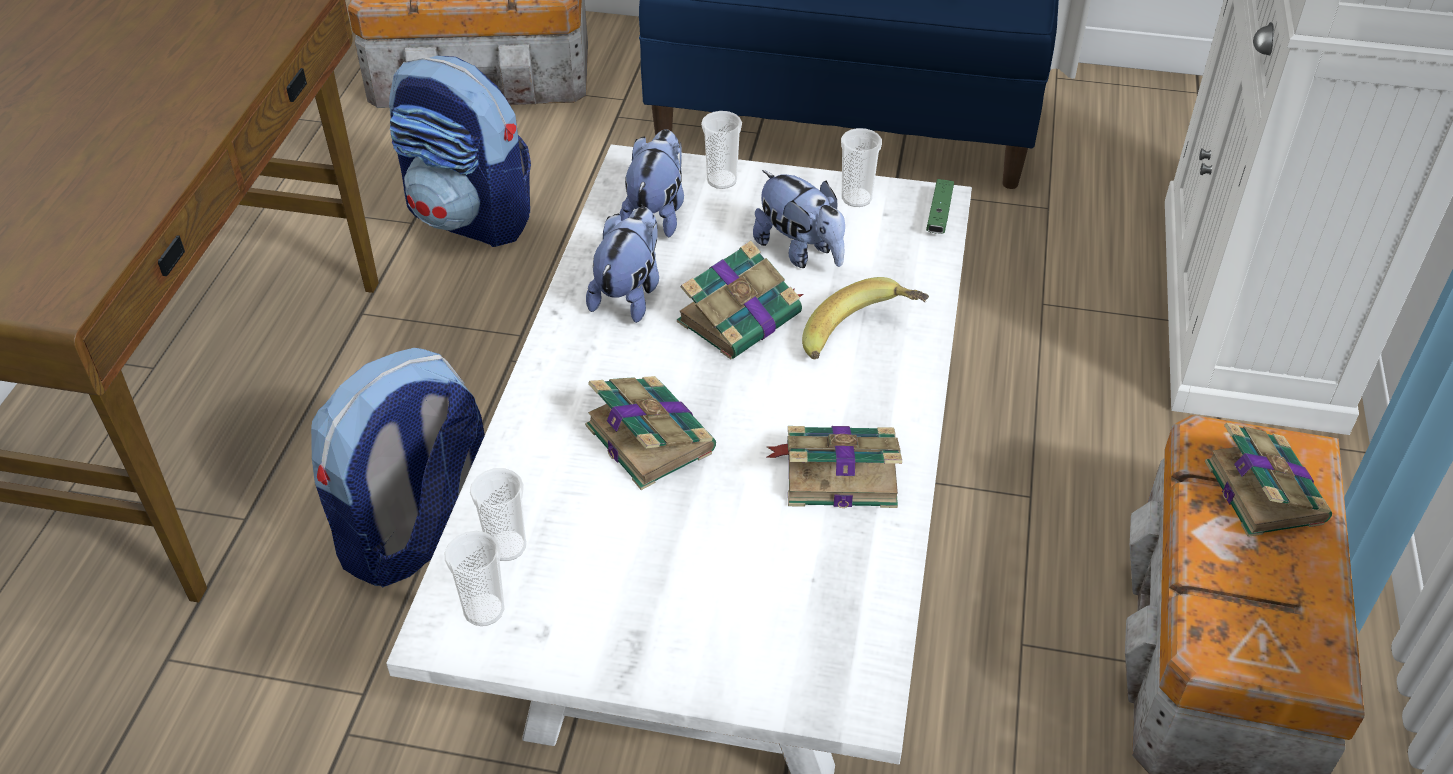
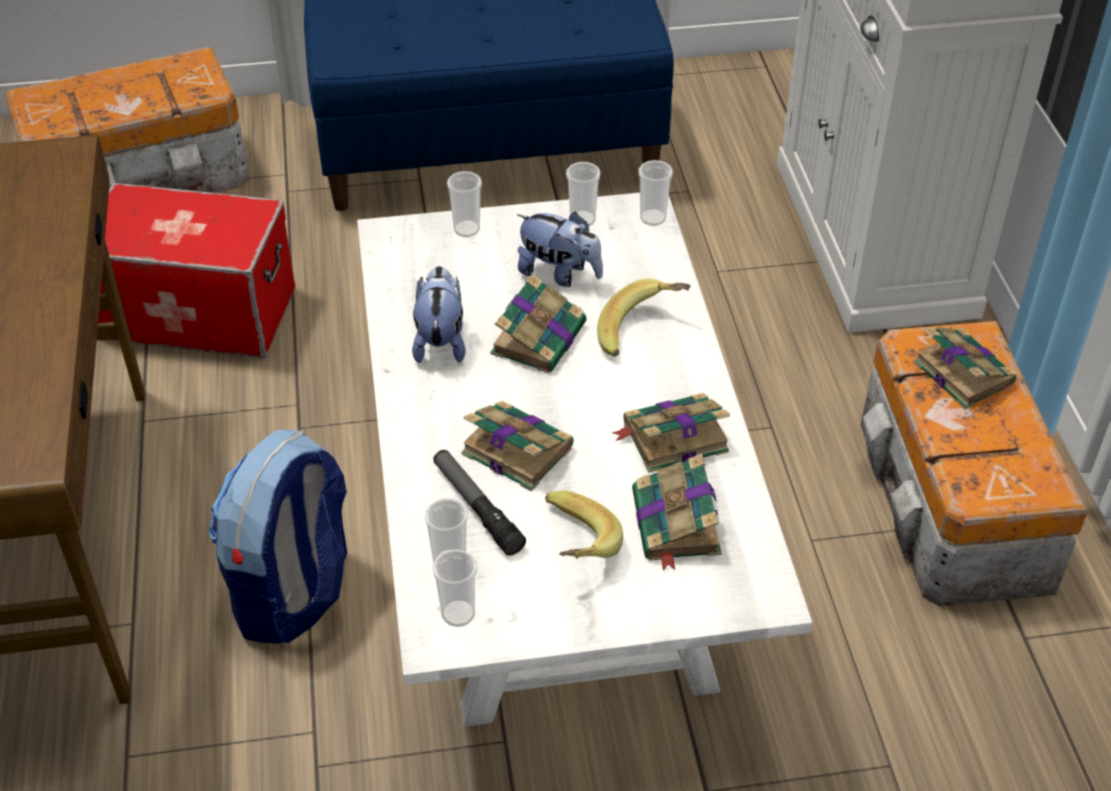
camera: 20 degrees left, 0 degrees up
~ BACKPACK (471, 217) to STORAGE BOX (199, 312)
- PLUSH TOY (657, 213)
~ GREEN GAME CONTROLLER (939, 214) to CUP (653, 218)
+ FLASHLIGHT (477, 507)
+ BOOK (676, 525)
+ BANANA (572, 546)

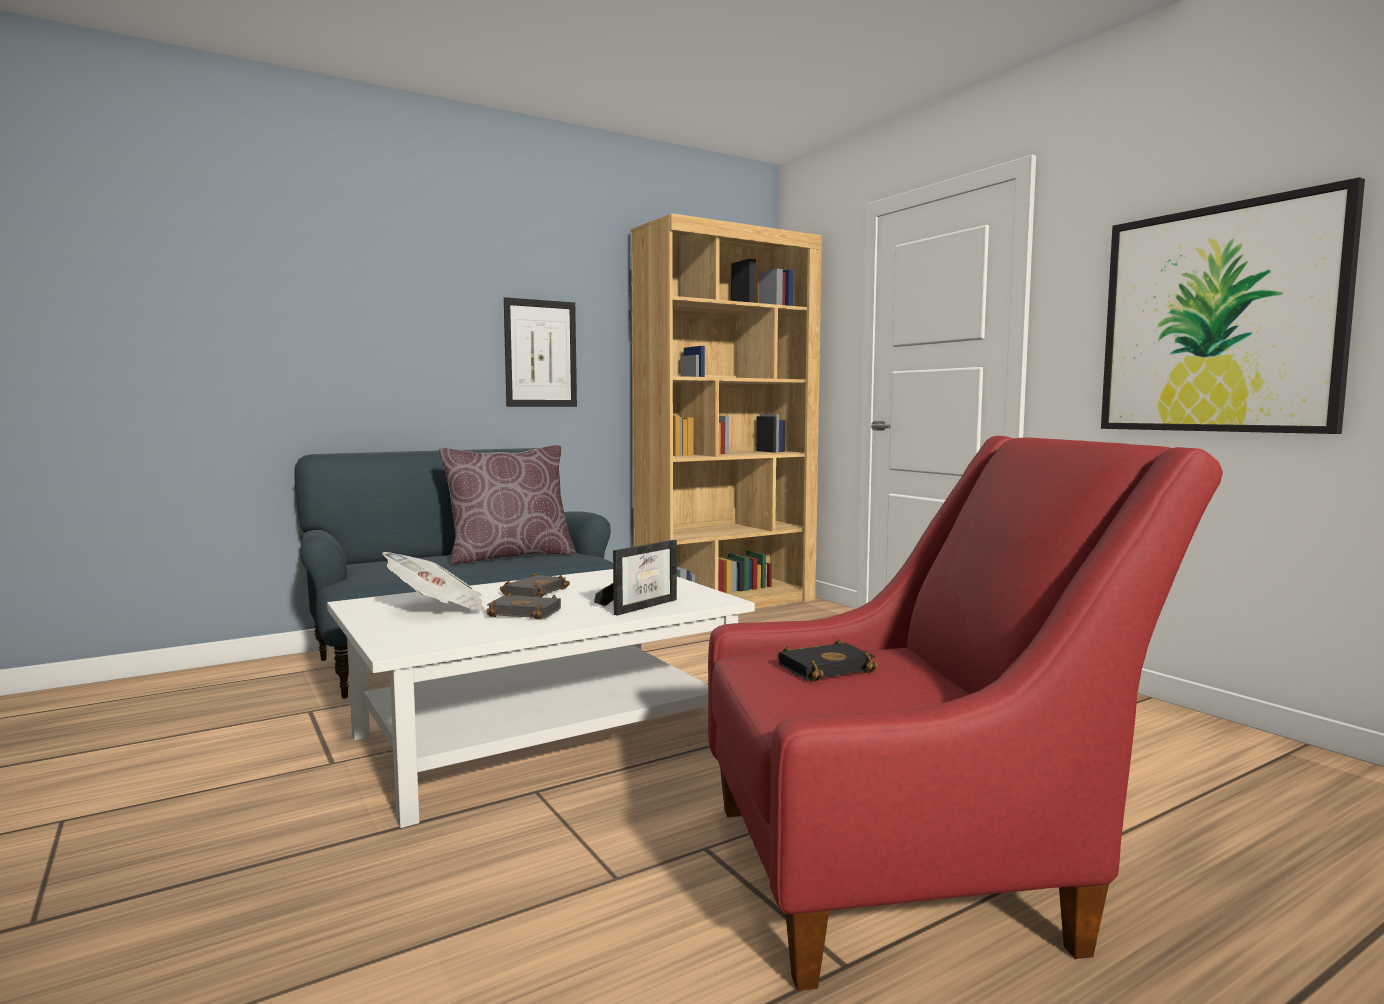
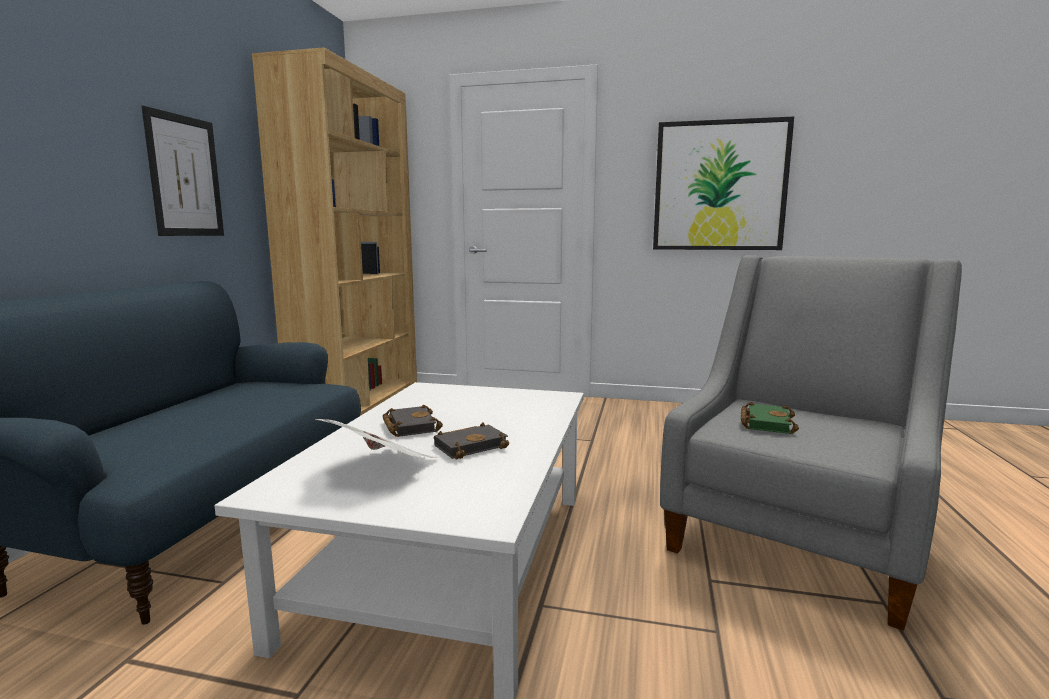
camera: 45 degrees left, 5 degrees up
~ RED ARMCHAIR (911, 870) to GREY ARMCHAIR (796, 535)
- BROWN PILLOW (510, 556)
- PICTURE FRAME (641, 605)
~ BLACK BOOK (826, 667) to GREEN BOOK (765, 423)

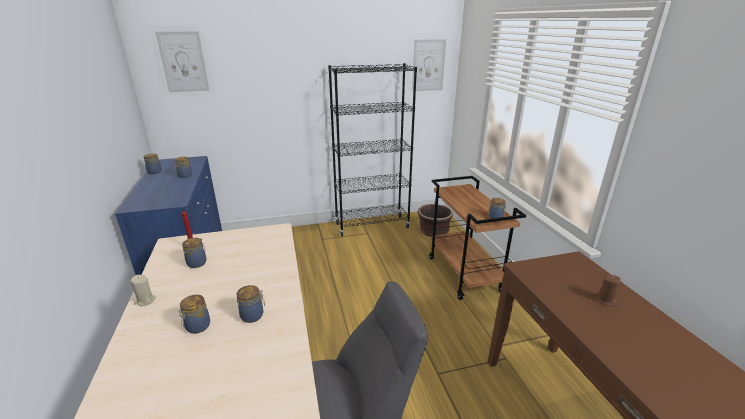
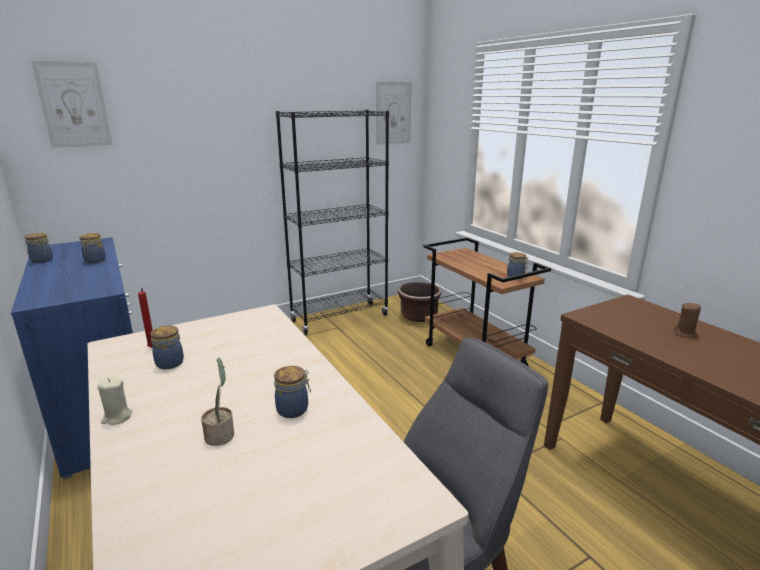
camera: 15 degrees left, 5 degrees down
~ JAR (197, 327) to POTTED PLANT (220, 435)

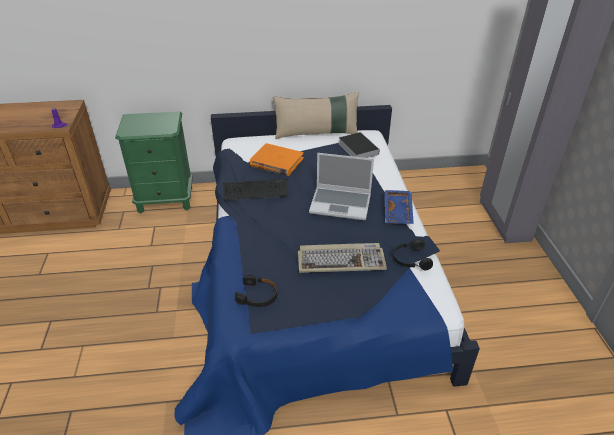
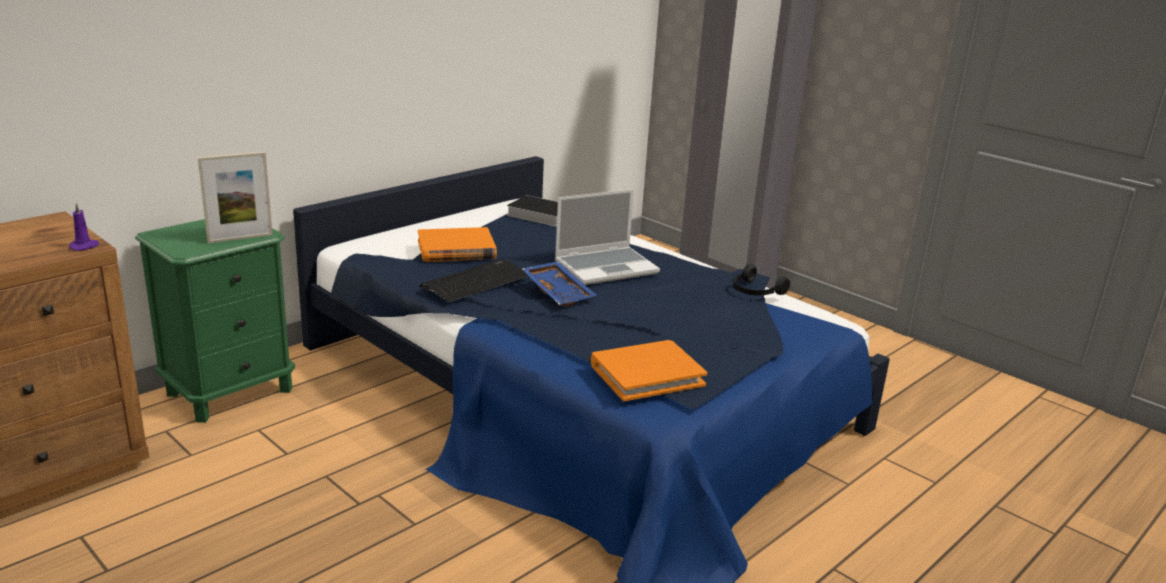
camera: 40 degrees left, 15 degrees down
- BEIGE PILLOW (316, 133)
~ BLUE TRAY (398, 212) to (559, 292)
- KEYBOARD (341, 260)
~ BLACK HEADPHONES (258, 295) to ORANGE BOOK (647, 375)
+ PICTURE FRAME (240, 238)

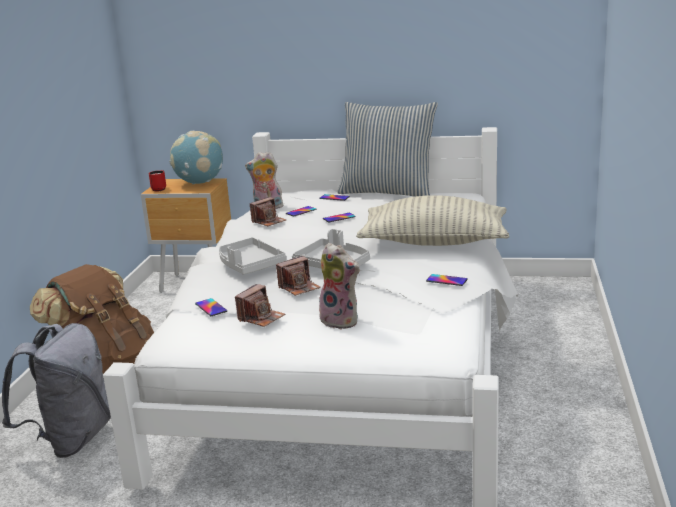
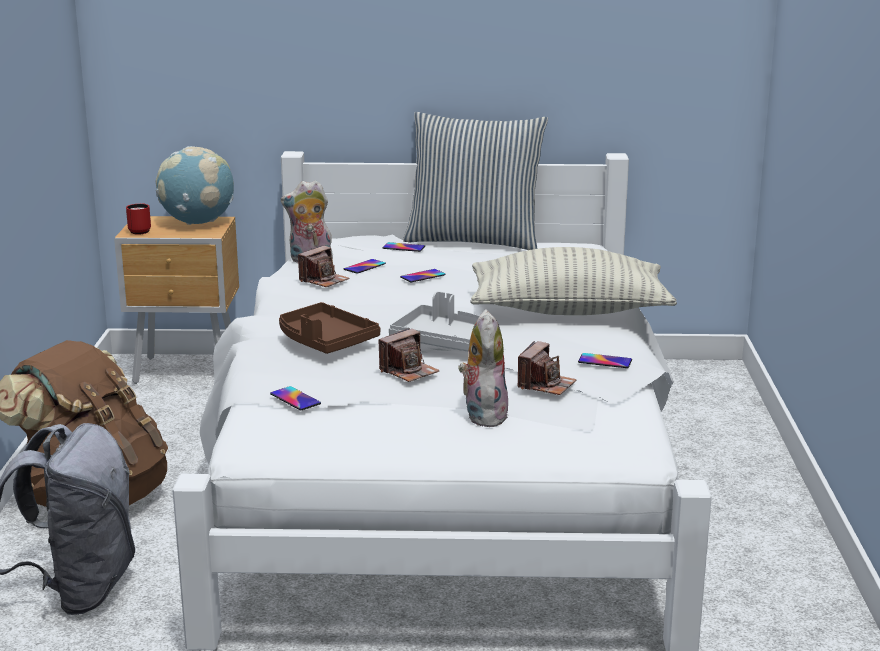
camera: 10 degrees left, 0 degrees up
~ GREY TRAY (249, 265) to BROWN TRAY (325, 341)
~ PLUSH TOY (342, 321) = (482, 414) 120 degrees counterclockwise
~ PHOTO CAMERA (261, 318) to (546, 385)

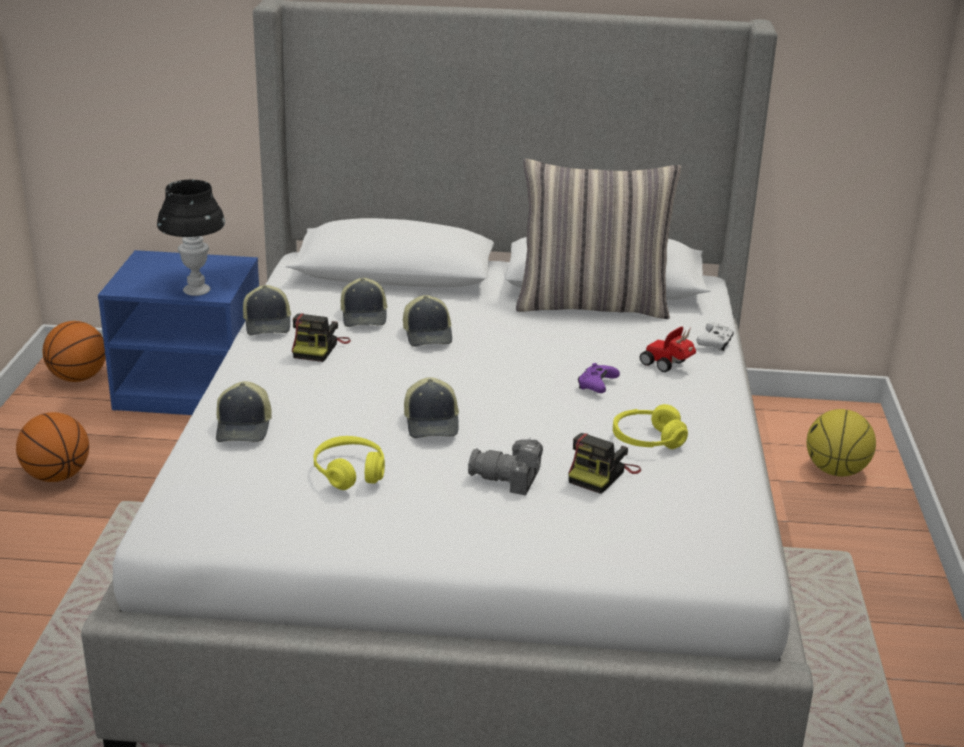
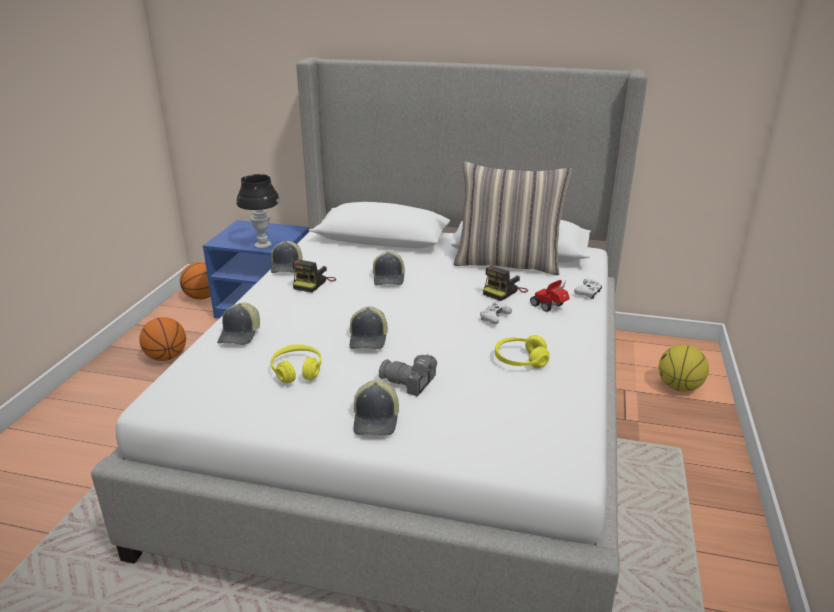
camera: 10 degrees right, 0 degrees up
~ CAP (365, 316) to (377, 419)
~ PURPLE GAME CONTROLLER (596, 385) to WHITE GAME CONTROLLER (494, 318)
~ PHOTO CAMERA (602, 474) to (504, 292)

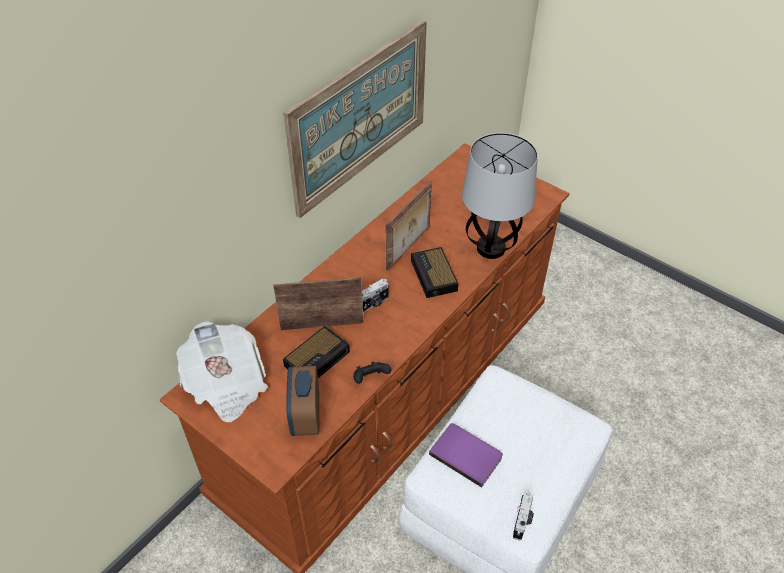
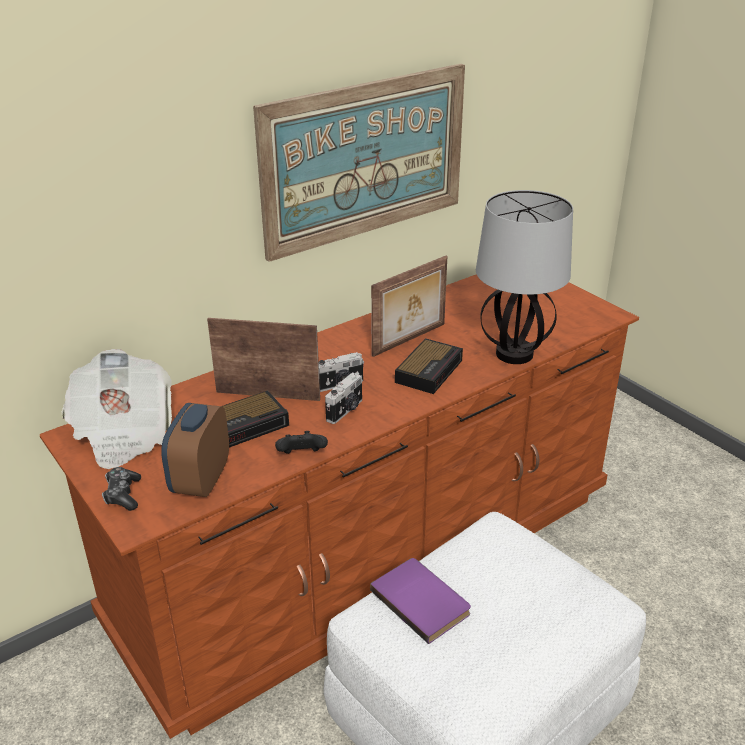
camera: 15 degrees right, 15 degrees down
~ ALARM CLOCK (434, 276) = (429, 370) 150 degrees counterclockwise
~ PHOTO CAMERA (522, 521) to (346, 410)
+ GAME CONTROLLER (123, 495)

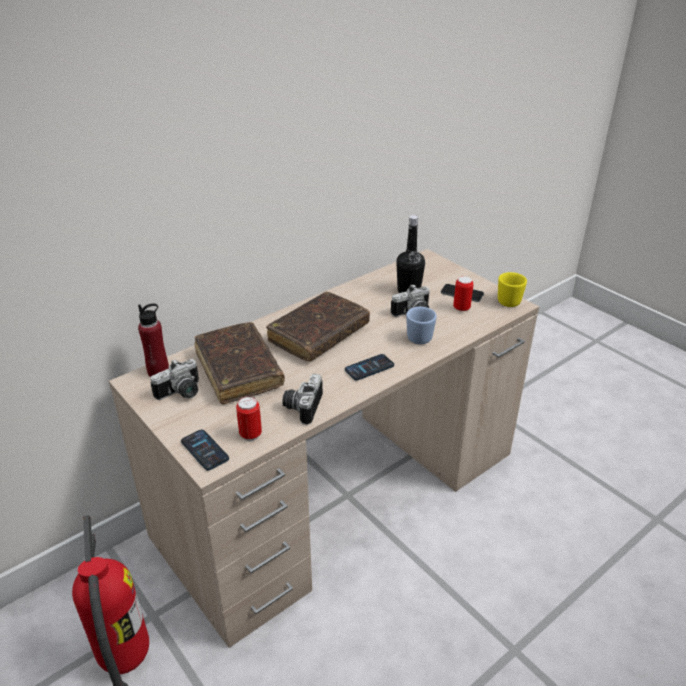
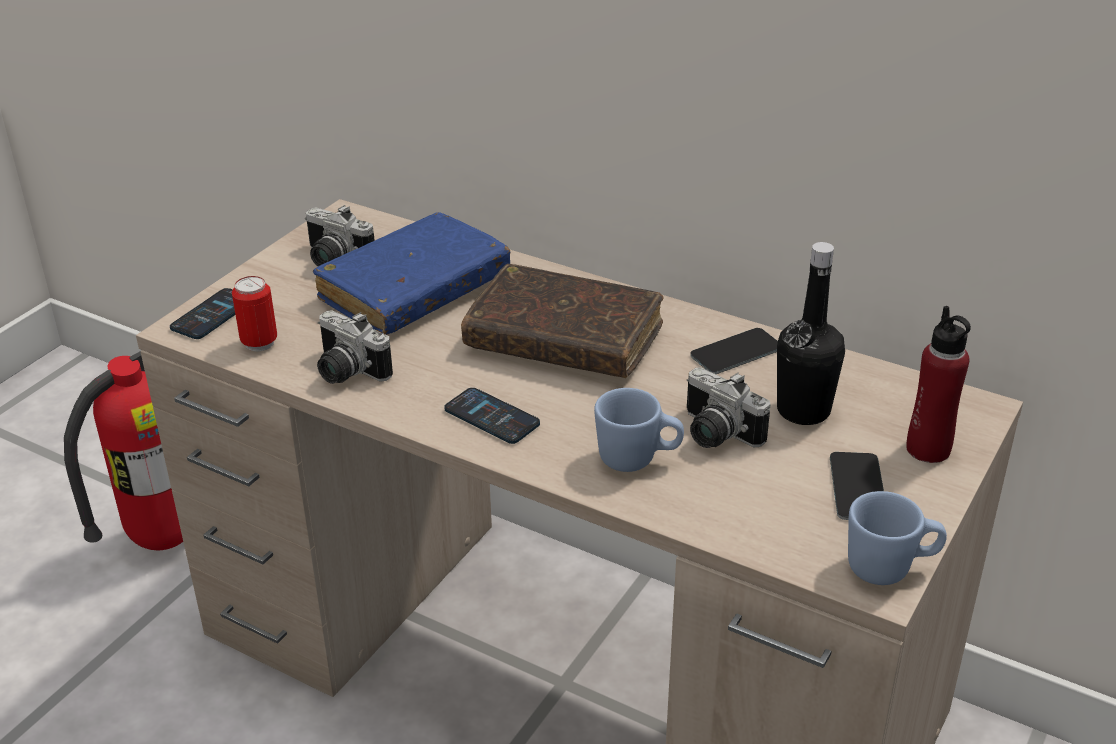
camera: 70 degrees right, 0 degrees up
~ YELLOW MUG (509, 300) to BLUE MUG (890, 568)
- CAN (461, 308)
~ RED BOTTLE (158, 371) to (928, 449)
~ BROWN BOOK (239, 370) to BLUE BOOK (414, 290)
~ PHOTO CAMERA (301, 407) = (345, 372) 135 degrees counterclockwise
+ PHONE (736, 352)

